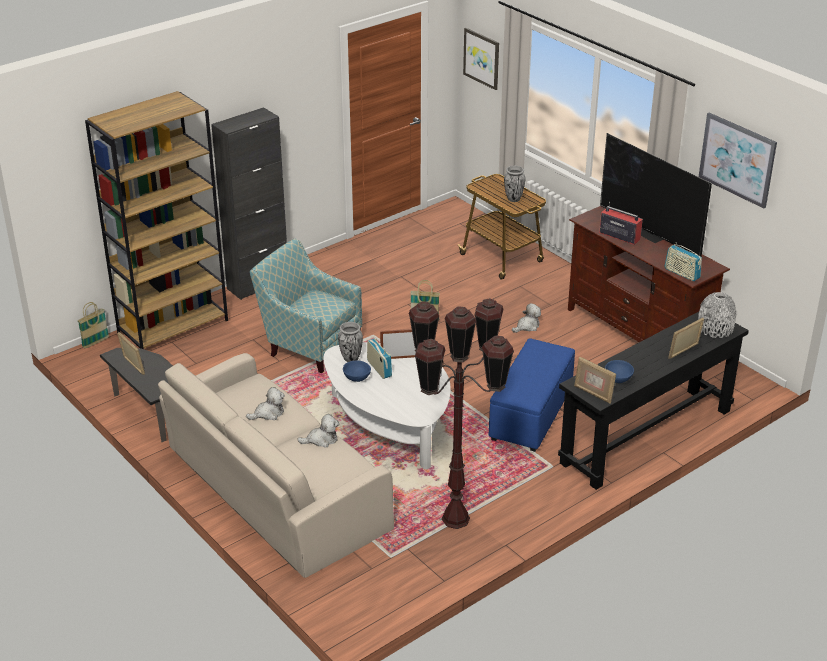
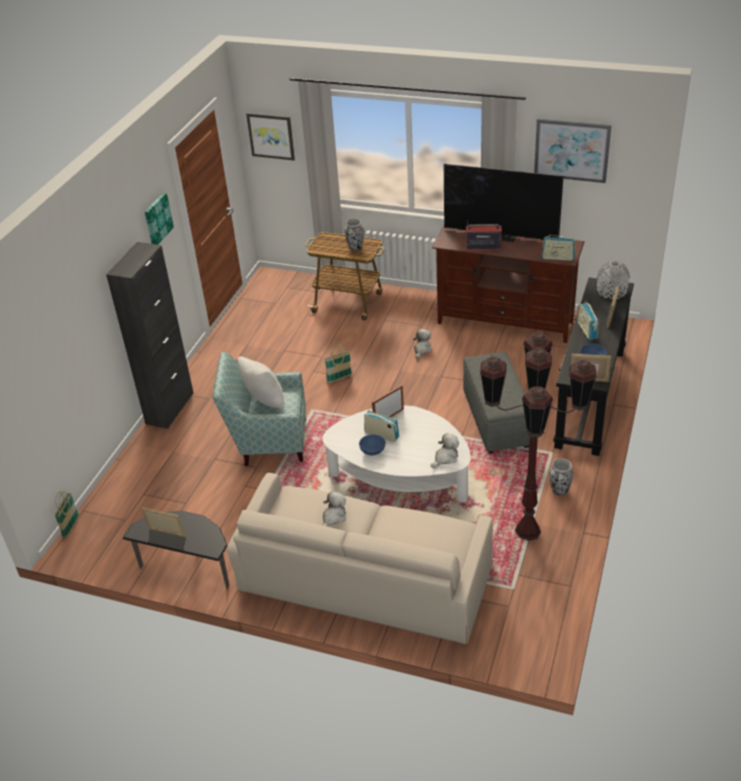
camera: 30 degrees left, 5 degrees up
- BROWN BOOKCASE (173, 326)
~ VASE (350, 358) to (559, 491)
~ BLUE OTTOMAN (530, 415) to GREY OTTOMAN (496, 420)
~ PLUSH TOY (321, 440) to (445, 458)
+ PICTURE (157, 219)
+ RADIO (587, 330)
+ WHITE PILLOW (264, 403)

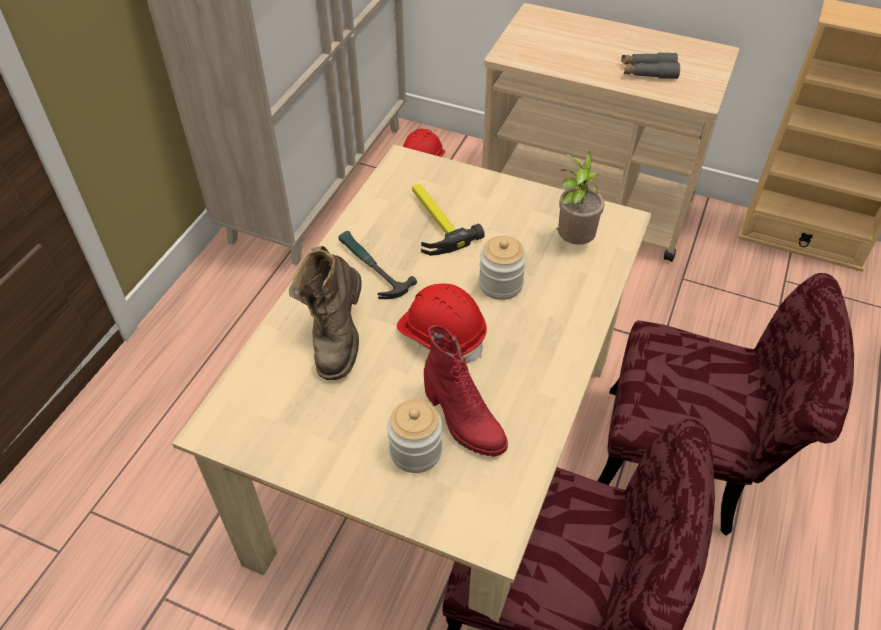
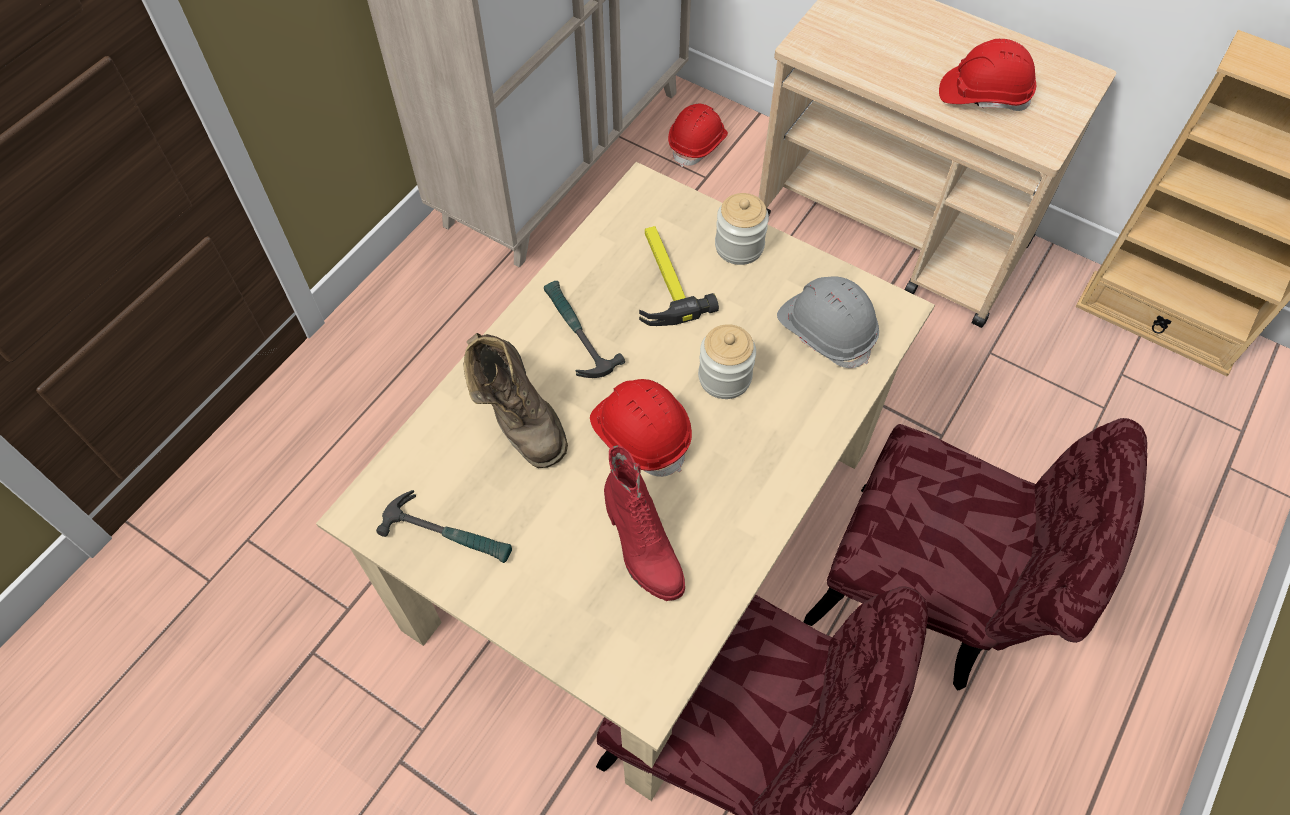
camera: 10 degrees right, 10 degrees up
~ GREY BINOCULARS (648, 72) to RED HARD HAT (983, 95)
~ POTTED PLANT (573, 241) to GREY HARD HAT (826, 331)
~ BROWN BOOT (336, 337) = (519, 419) 45 degrees counterclockwise
~ JAR (415, 451) to (739, 246)
+ HAMMER (449, 533)

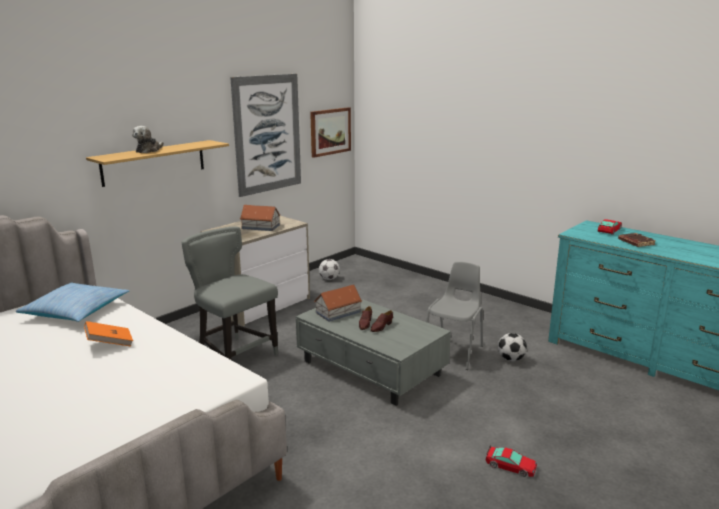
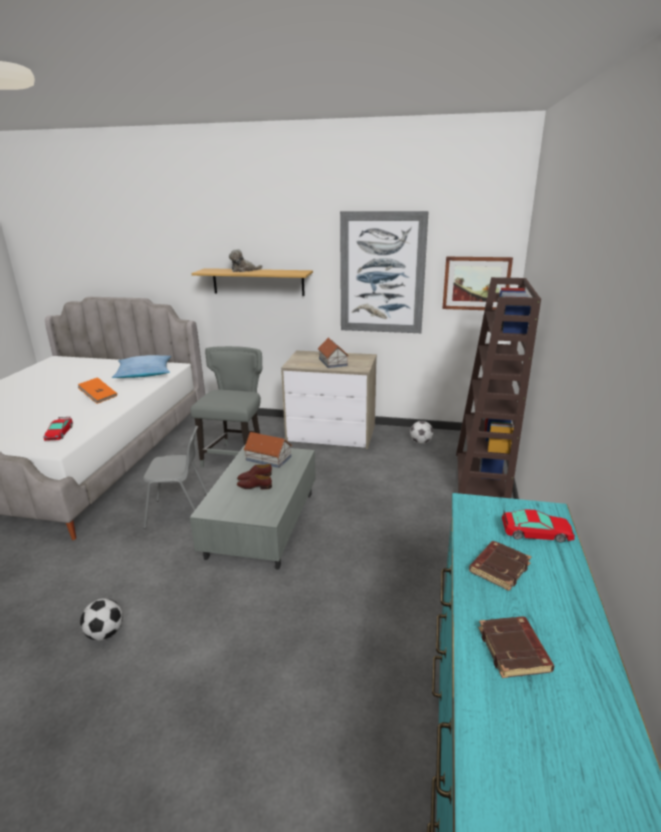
camera: 60 degrees right, 5 degrees up
~ GREY CHAIR (454, 352) to (179, 513)
~ FOOTBALL (511, 359) to (105, 633)
~ TOY CAR (510, 466) to (59, 433)
+ BROWN BOOKCASE (481, 478)
+ BROWN BOOK (515, 651)

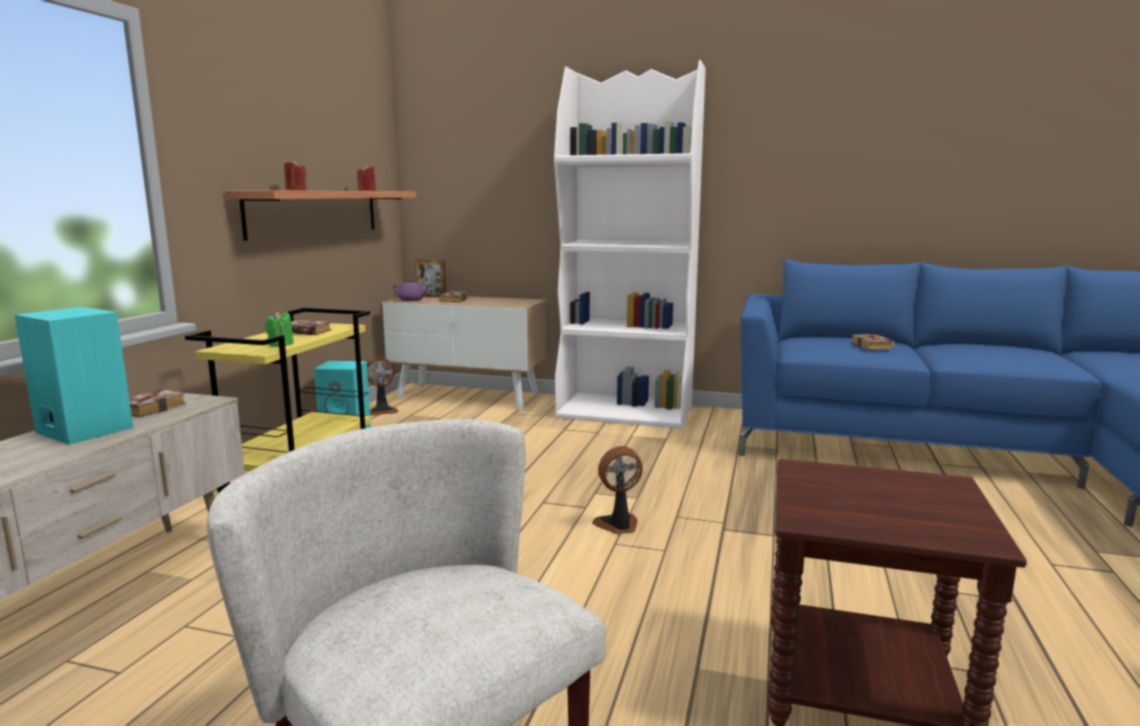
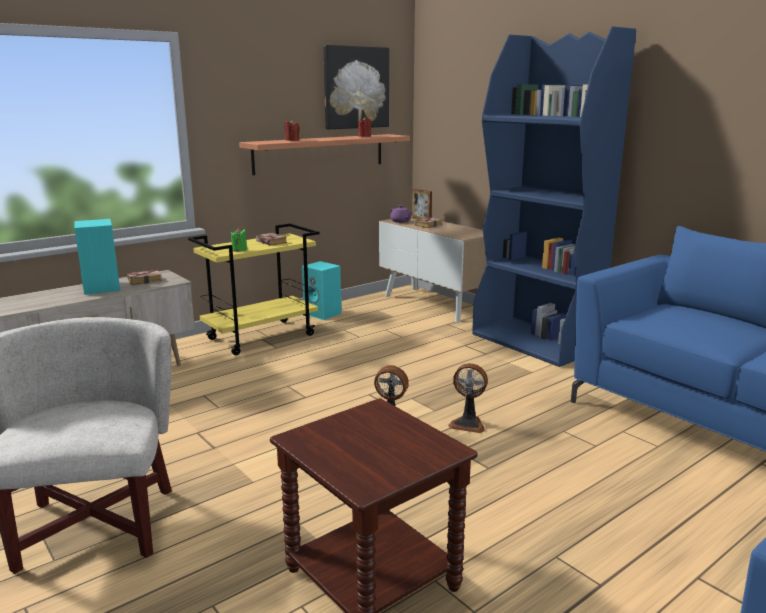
camera: 35 degrees right, 5 degrees up
~ WHITE BOOKCASE (626, 412) to BLUE BOOKCASE (535, 342)
- BOOK (873, 346)
~ FAN (382, 410) to (468, 424)
+ PICTURE (356, 87)

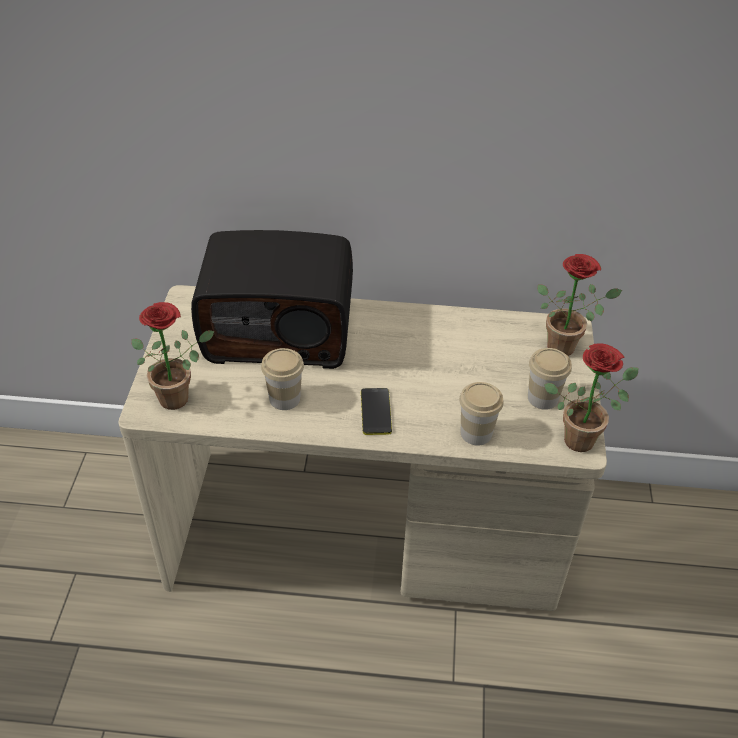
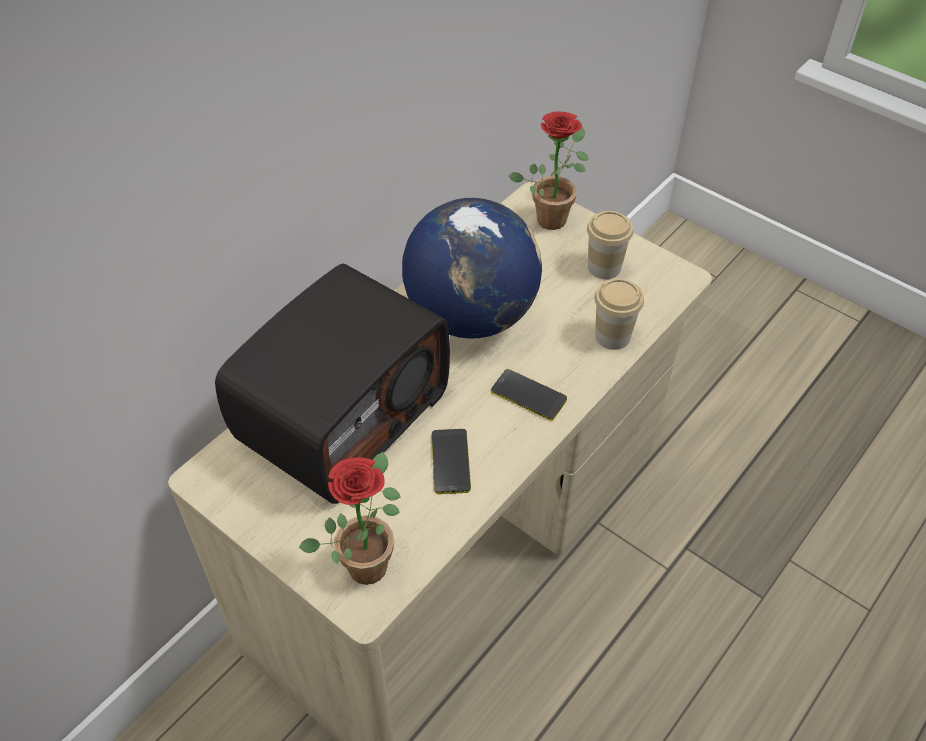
camera: 55 degrees left, 5 degrees up
- POTTED PLANT (583, 437)
~ CUP (284, 398) to PHONE (450, 461)
+ GLOBE (471, 315)

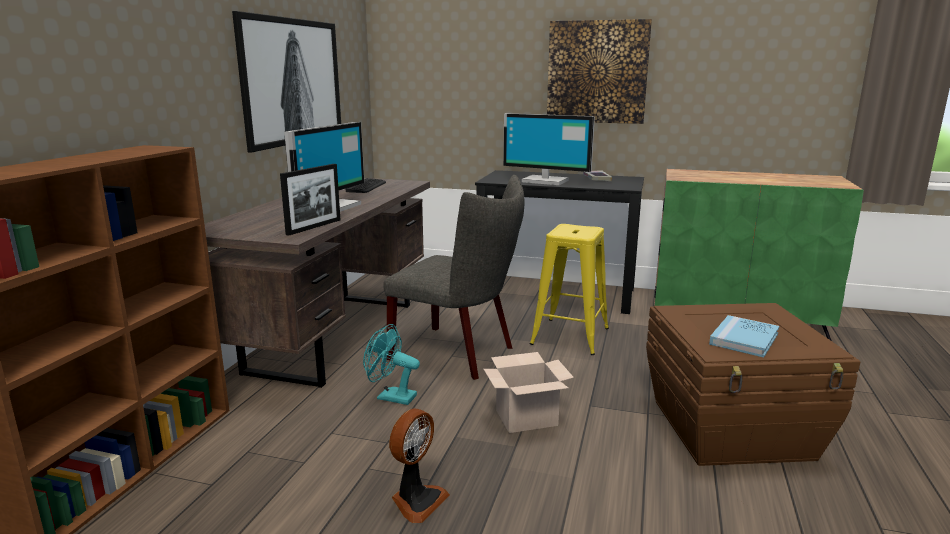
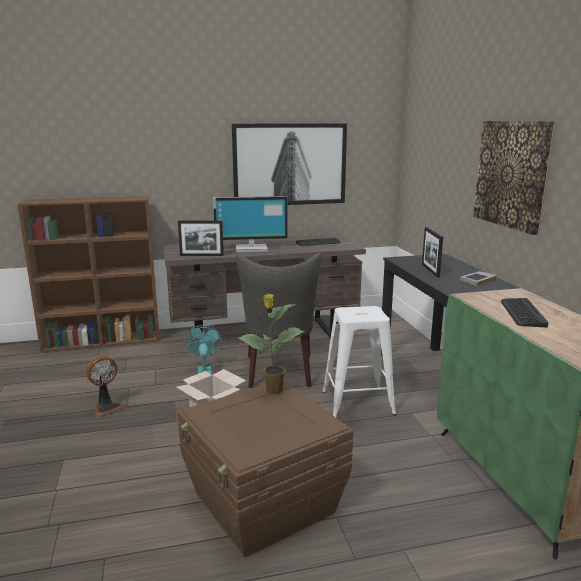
camera: 60 degrees right, 0 degrees up
~ MONITOR (546, 181) to PICTURE FRAME (430, 270)
~ YELLOW STOOL (570, 336) to WHITE STOOL (357, 403)
- BLUE BOOK (744, 339)
~ FAN (417, 500) = (106, 408) 45 degrees counterclockwise
+ POTTED PLANT (273, 390)
+ KEYBOARD (522, 313)

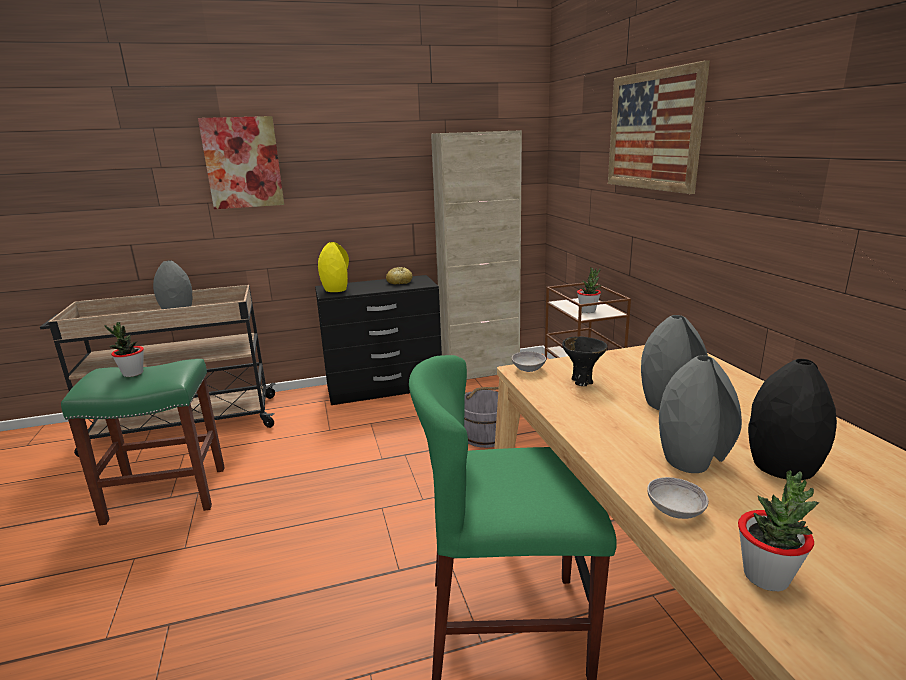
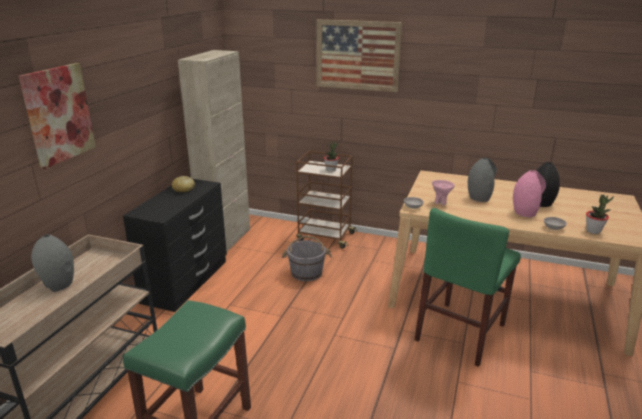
camera: 55 degrees left, 5 degrees up
- YELLOW VASE (336, 289)
- POTTED PLANT (133, 373)
~ BLACK BOWL (582, 381) to PINK BOWL (440, 203)
~ GREY VASE (692, 459) to PINK VASE (525, 212)

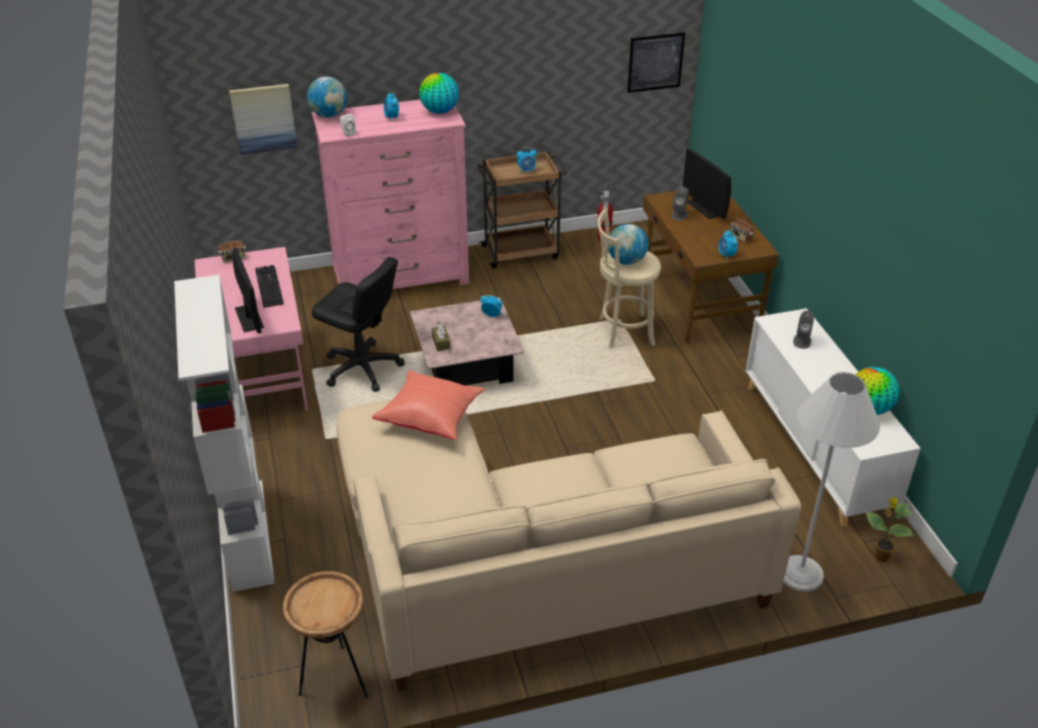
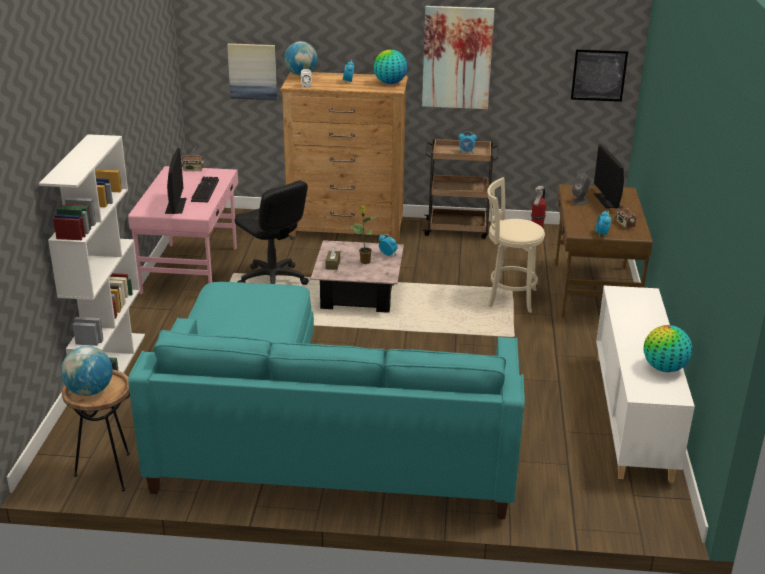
camera: 20 degrees right, 10 degrees down
~ PINK DRESSER (401, 276) to BROWN DRESSER (346, 227)
~ GLOBE (626, 261) to (89, 391)
- GREY SPEAKER (802, 340)
- RED PILLOW (431, 417)
- WHITE FLOOR LAMP (800, 574)
~ BEIGE SOFA (530, 562) to TURQUOISE SOFA (317, 435)
~ POTTED PLANT (880, 557) to (364, 261)
+ PICTURE (457, 58)

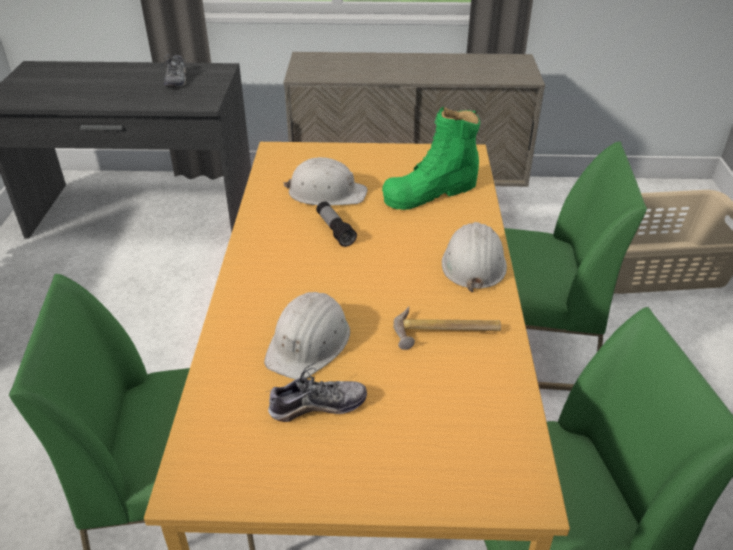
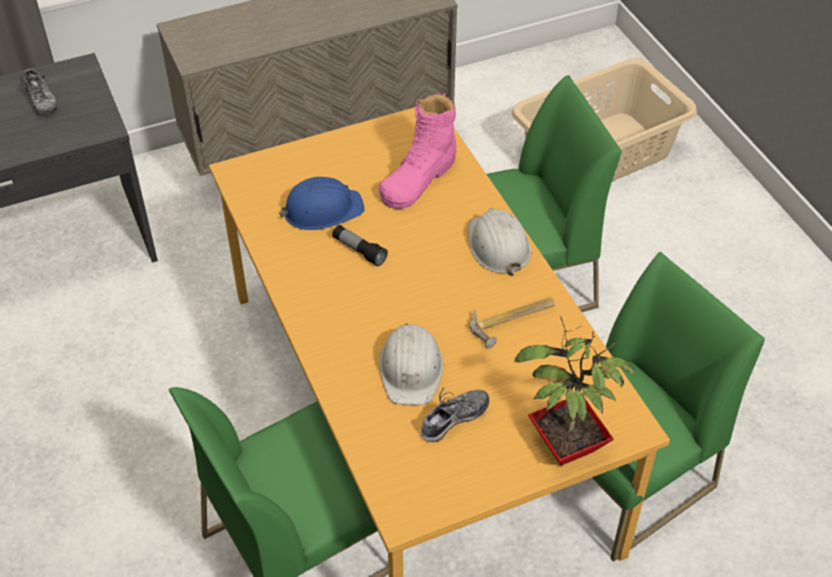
camera: 25 degrees left, 10 degrees up
~ GREEN BOOT (431, 192) to PINK BOOT (418, 178)
~ WHITE HARD HAT (326, 193) to BLUE HARD HAT (322, 210)
+ POTTED PLANT (564, 447)

